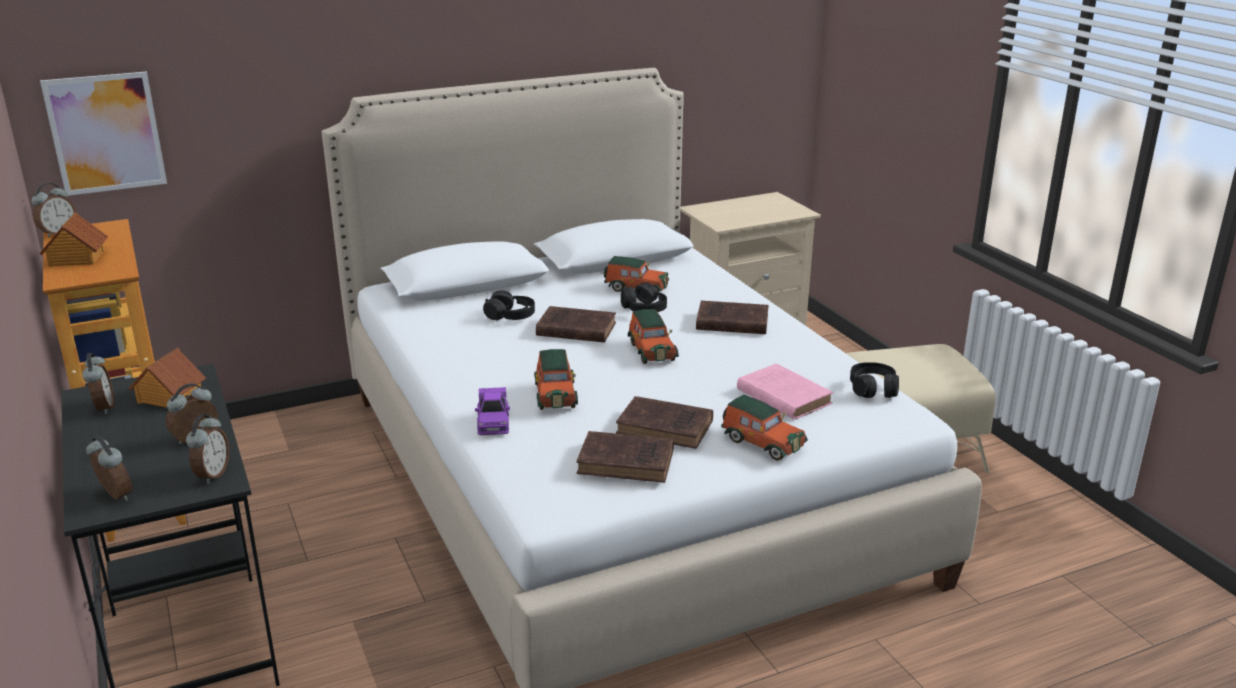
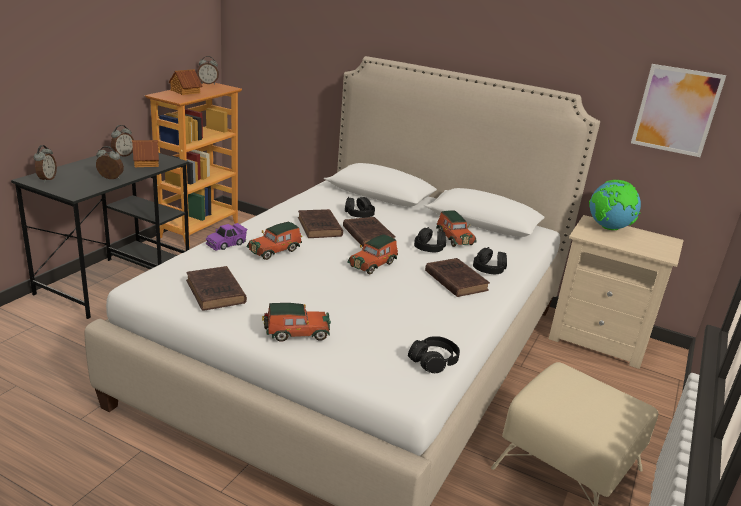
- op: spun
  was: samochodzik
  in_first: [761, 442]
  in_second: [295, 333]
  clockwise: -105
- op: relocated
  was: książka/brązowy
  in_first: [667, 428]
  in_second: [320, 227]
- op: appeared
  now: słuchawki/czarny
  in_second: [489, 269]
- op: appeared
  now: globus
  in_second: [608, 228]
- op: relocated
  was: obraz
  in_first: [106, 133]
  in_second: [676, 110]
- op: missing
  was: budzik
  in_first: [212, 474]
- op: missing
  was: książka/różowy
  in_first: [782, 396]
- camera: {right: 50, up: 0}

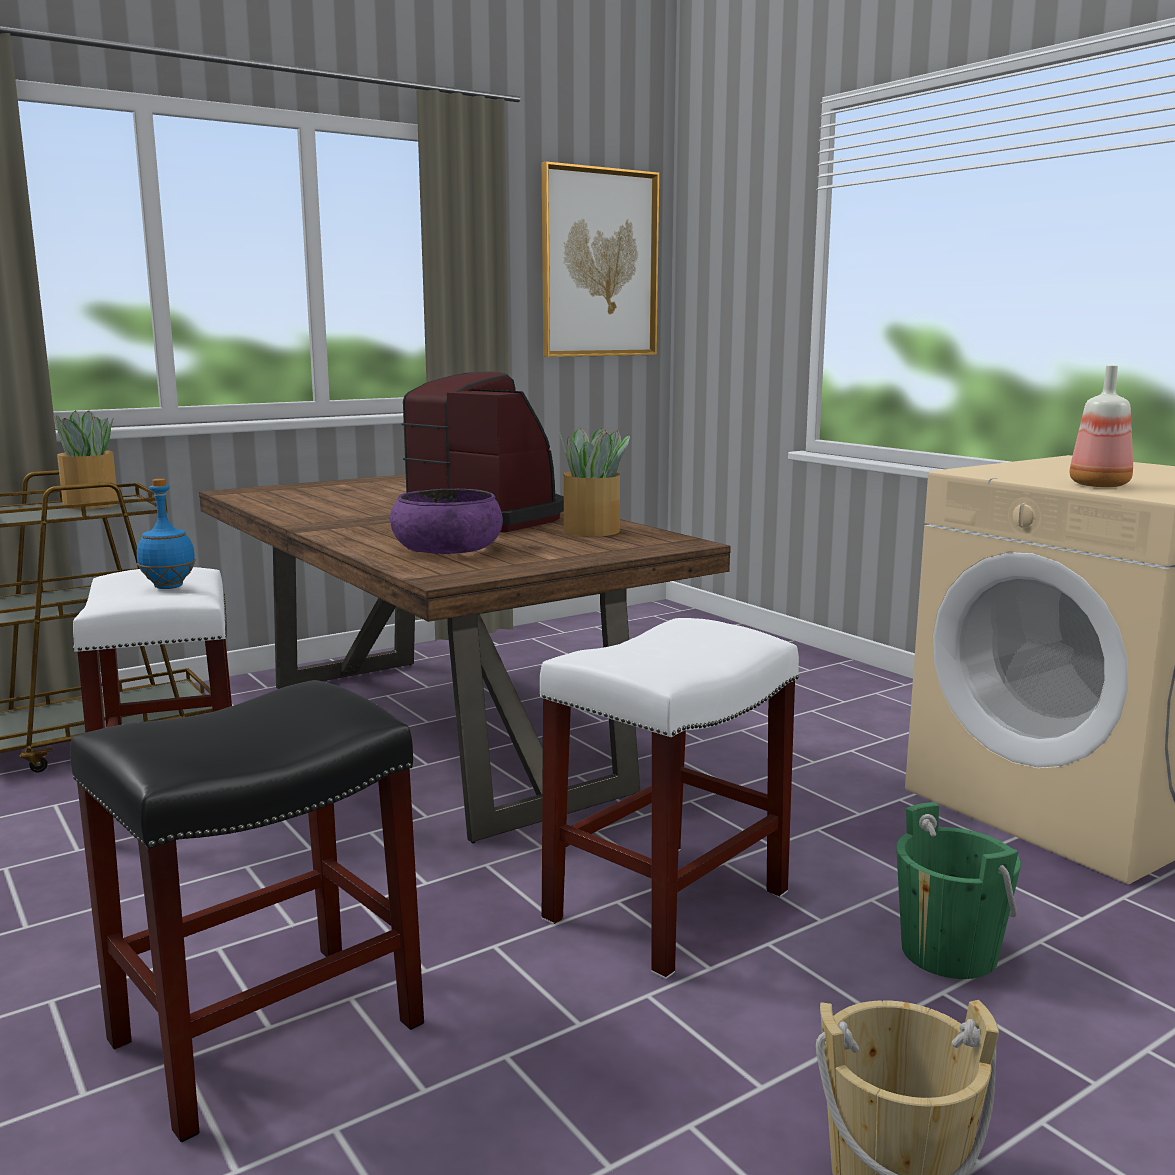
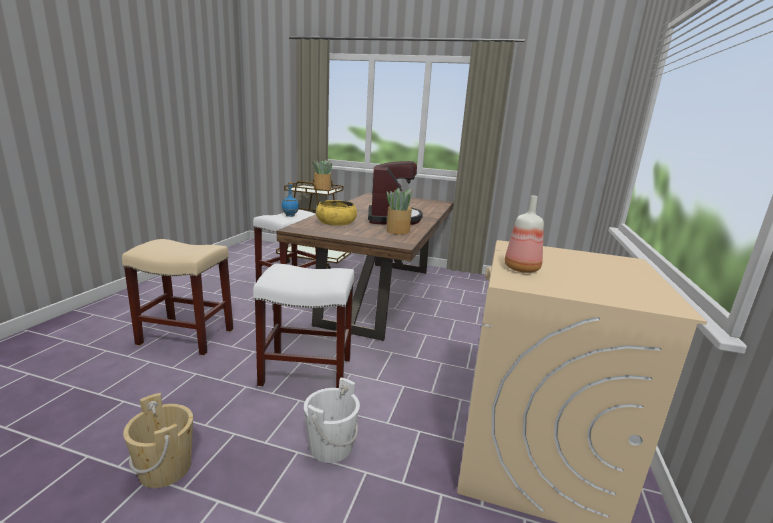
- op: colour
  was: stołek/czarny
  now: stołek/beżowy
  in_first: [269, 1030]
  in_second: [187, 337]
- op: colour
  was: wiadro/zielony
  now: wiadro/biały
  in_first: [949, 953]
  in_second: [330, 446]
- op: colour
  was: miska/fioletowy
  now: miska/żółty
  in_first: [448, 548]
  in_second: [336, 223]
- op: missing
  was: obraz
  in_first: [599, 263]
- camera: {right: 50, up: 5}

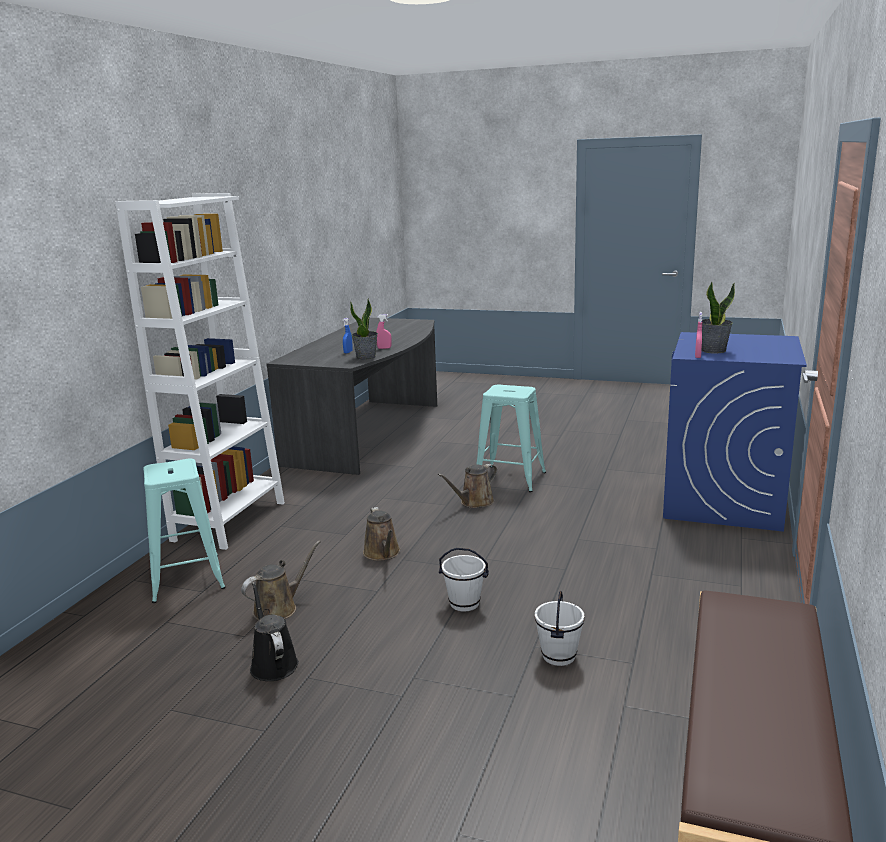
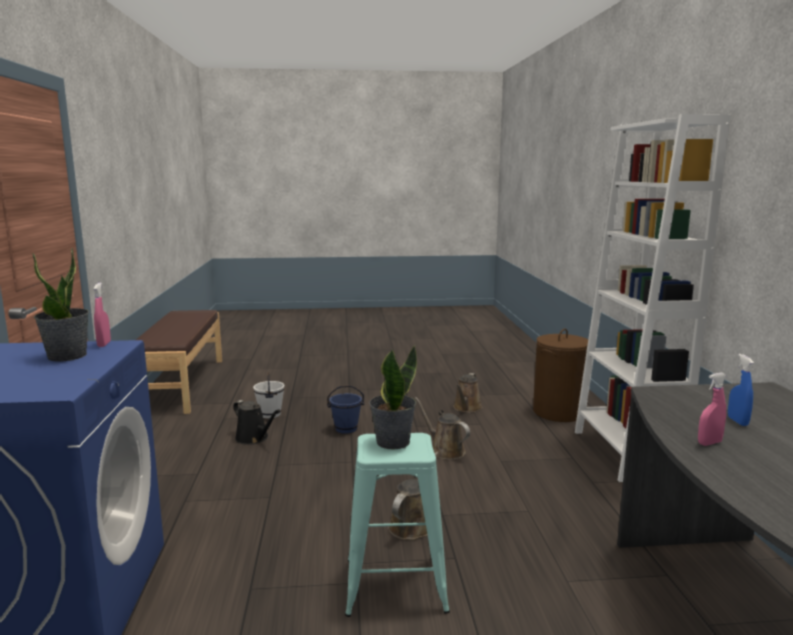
- op: relocated
  was: konewka/czarny
  in_first: [273, 663]
  in_second: [254, 438]
- op: colour
  was: wiadro/biały
  now: wiadro/niebieski
  in_first: [464, 603]
  in_second: [346, 429]
- op: relocated
  was: roślina doniczkowa
  in_first: [366, 357]
  in_second: [392, 442]
- op: exchanged
  was: stołek/turkusowy
  now: kosz na pranie/brązowy
  in_first: [186, 578]
  in_second: [559, 412]
- camera: {right: 155, up: -5}

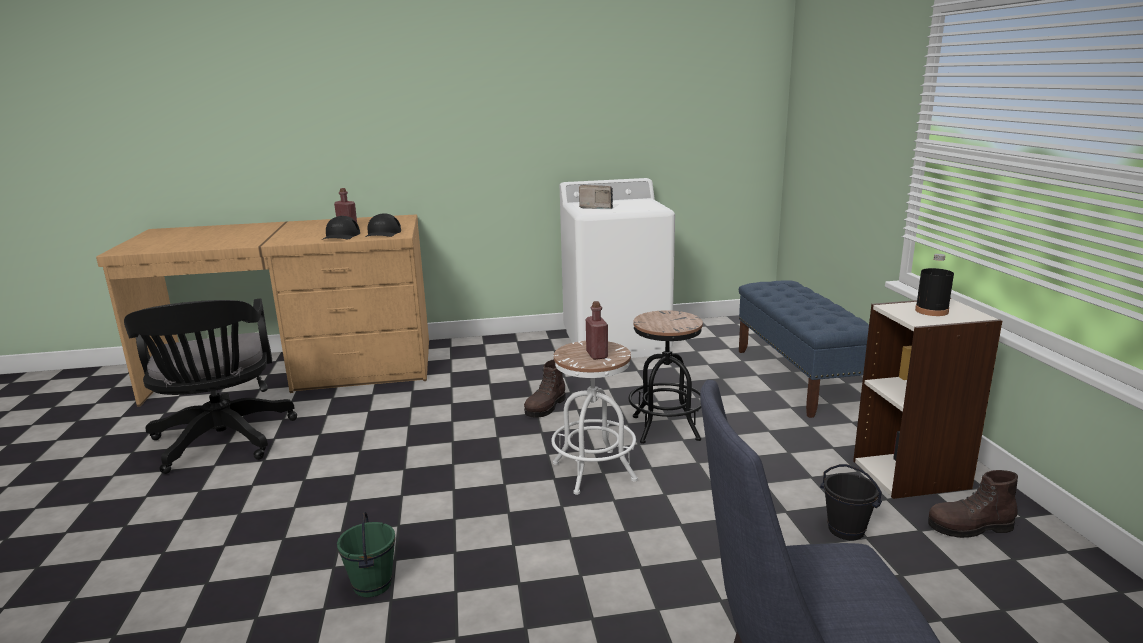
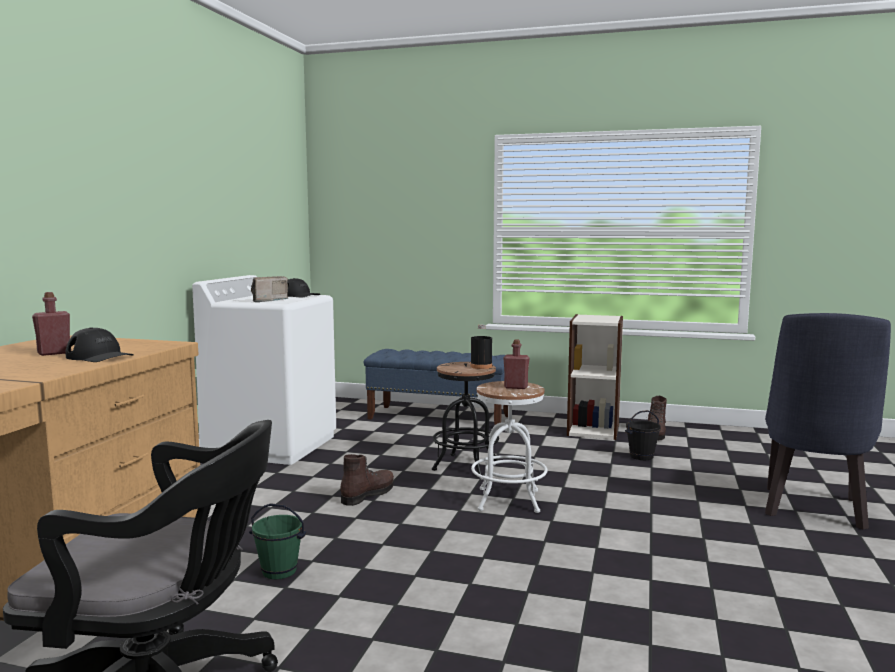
- op: relocated
  was: wiadro/zielony
  in_first: [373, 585]
  in_second: [279, 571]
- op: relocated
  was: czapka z daszkiem/czarny
  in_first: [383, 233]
  in_second: [299, 295]
- op: spun
  was: but z cholewką/brązowy
  in_first: [545, 407]
  in_second: [367, 494]
  clockwise: -105
- op: relocated
  was: butelka/czarny
  in_first: [931, 311]
  in_second: [481, 366]
- camera: {right: -65, up: -10}

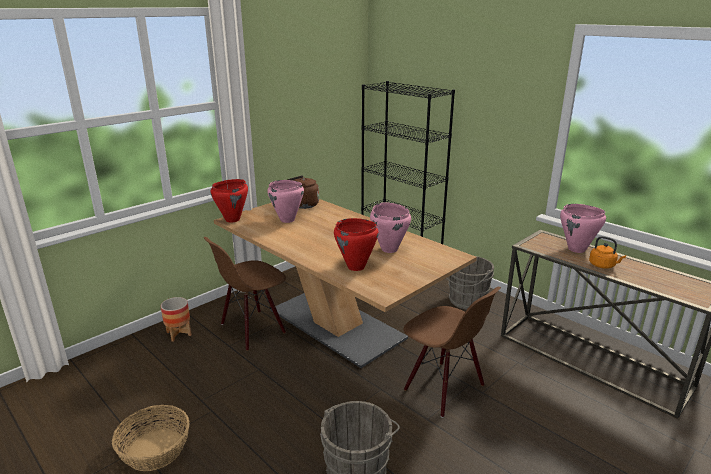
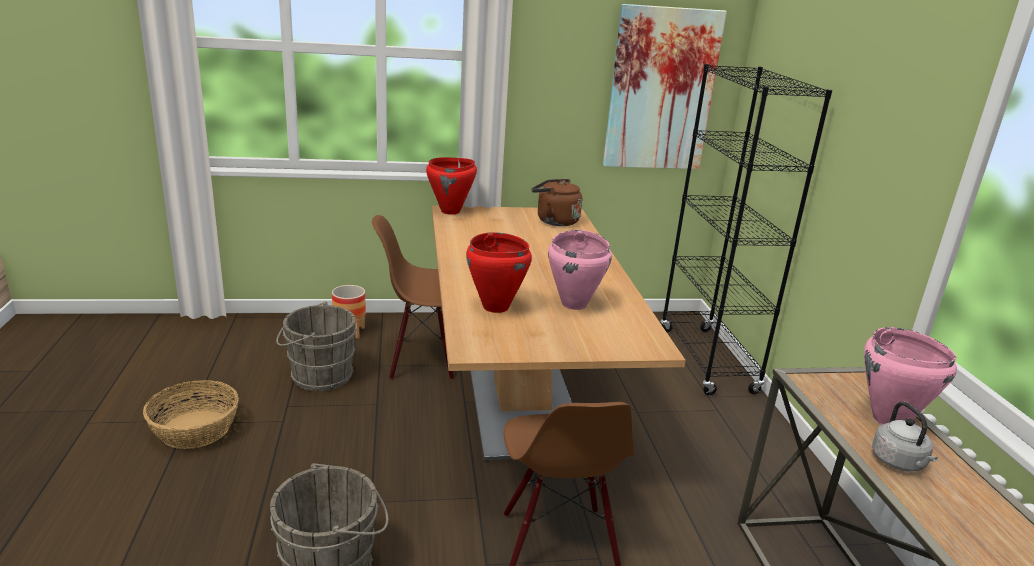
- op: relocated
  was: wiadro/szary
  in_first: [466, 301]
  in_second: [318, 376]
- op: appeared
  now: obraz
  in_second: [661, 90]
- op: colour
  was: czajnik/pomarańczowy
  now: czajnik/szary
  in_first: [603, 265]
  in_second: [899, 463]
- op: missing
  was: garnek/różowy
  in_first: [287, 220]
- camera: {right: 35, up: 0}

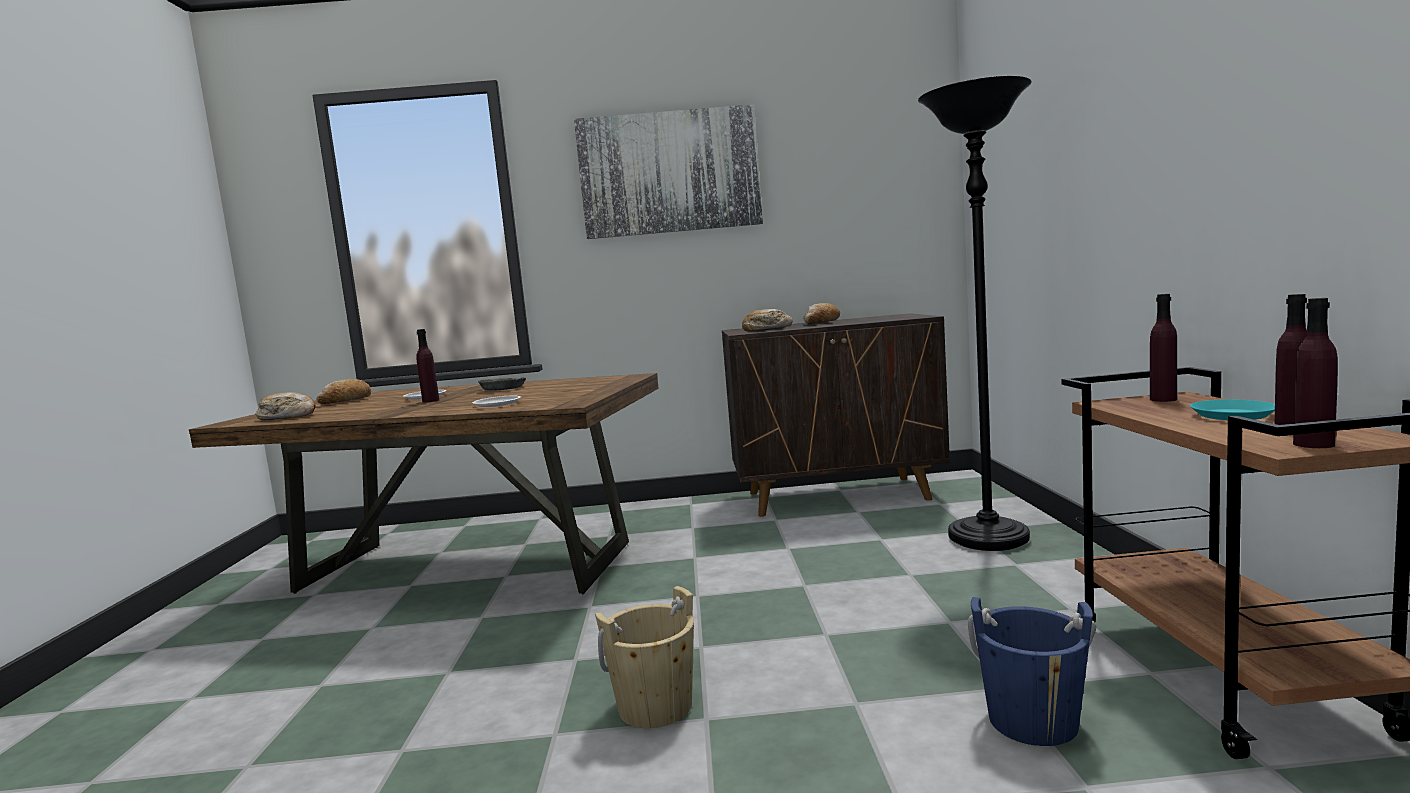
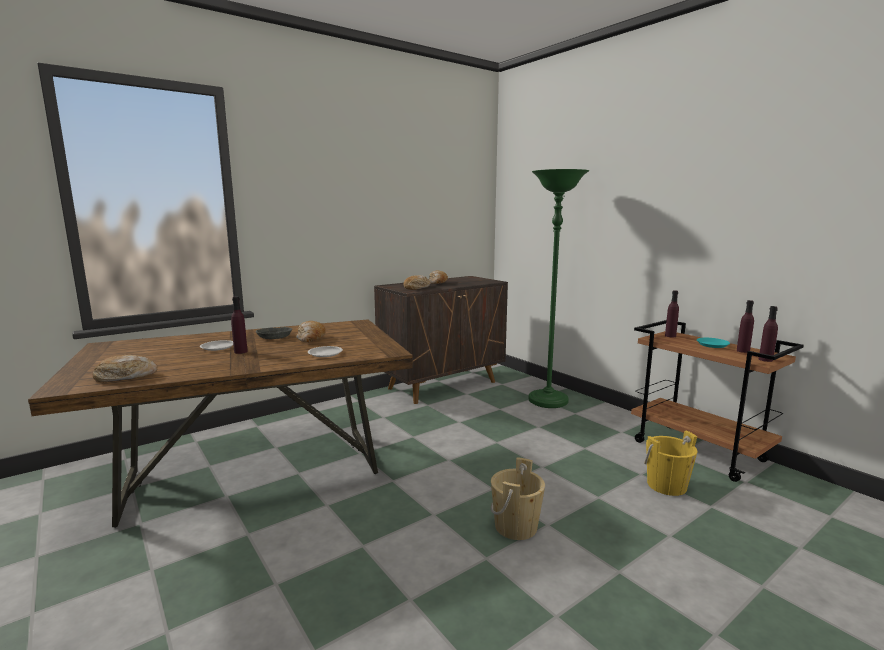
- op: relocated
  was: chleb
  in_first: [346, 401]
  in_second: [310, 338]
- op: colour
  was: lampa stojąca/czarny
  now: lampa stojąca/zielony
  in_first: [988, 539]
  in_second: [548, 401]
- op: colour
  was: wiadro/niebieski
  now: wiadro/żółty
  in_first: [1032, 721]
  in_second: [666, 485]
- op: missing
  was: obraz
  in_first: [669, 173]
- camera: {right: -35, up: 5}

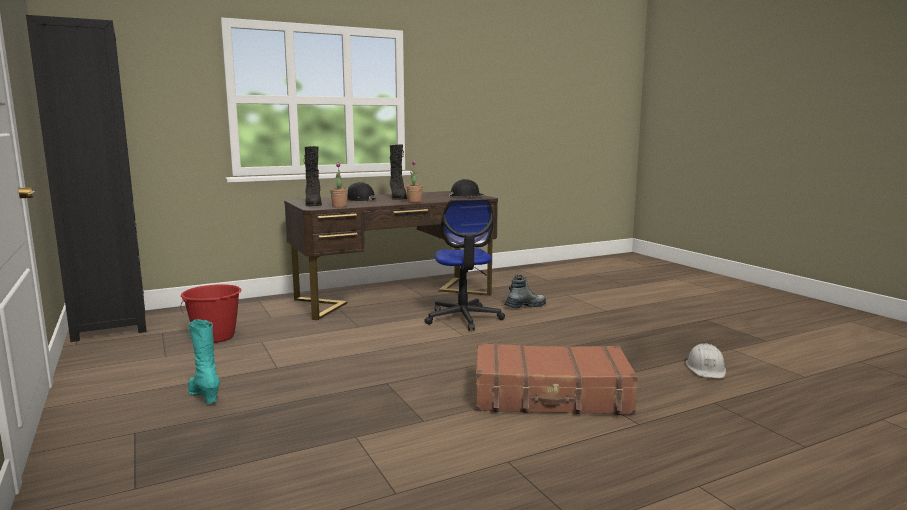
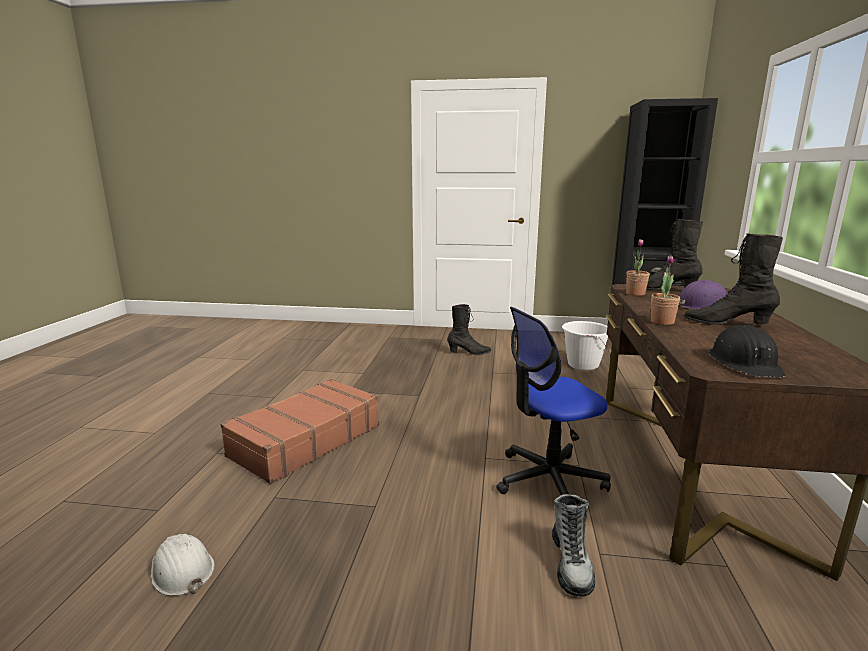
- op: colour
  was: but z cholewką/turkusowy
  now: but z cholewką/czarny
  in_first: [204, 395]
  in_second: [469, 353]
- op: spun
  was: krzesło biurowe
  in_first: [463, 318]
  in_second: [549, 480]
  clockwise: -45
- op: colour
  was: wiadro/czerwony
  now: wiadro/biały
  in_first: [215, 337]
  in_second: [583, 365]
- op: colour
  was: kask/czarny
  now: kask/fioletowy
  in_first: [359, 200]
  in_second: [703, 306]
- camera: {right: 125, up: 5}

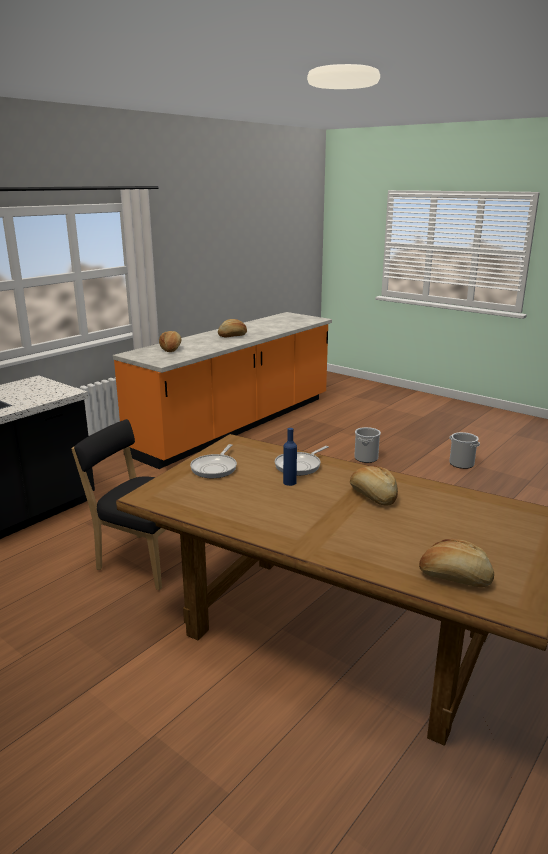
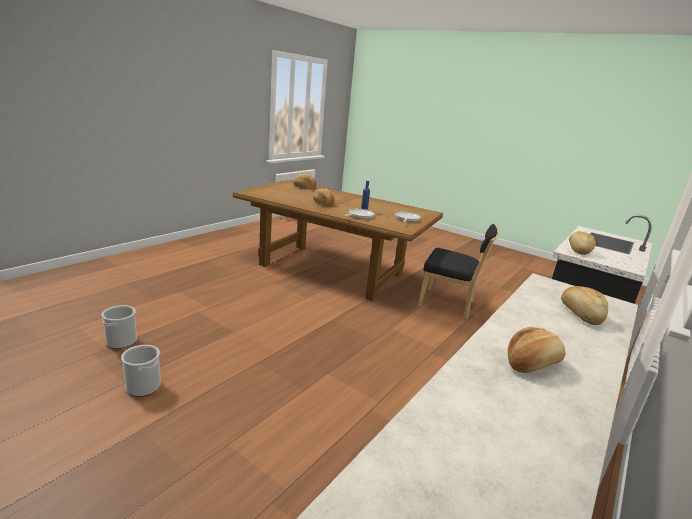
- op: relocated
  was: wiadro
  in_first: [366, 458]
  in_second: [121, 341]
- op: appeared
  now: chleb
  in_second: [578, 250]
- camera: {right: 175, up: 0}

